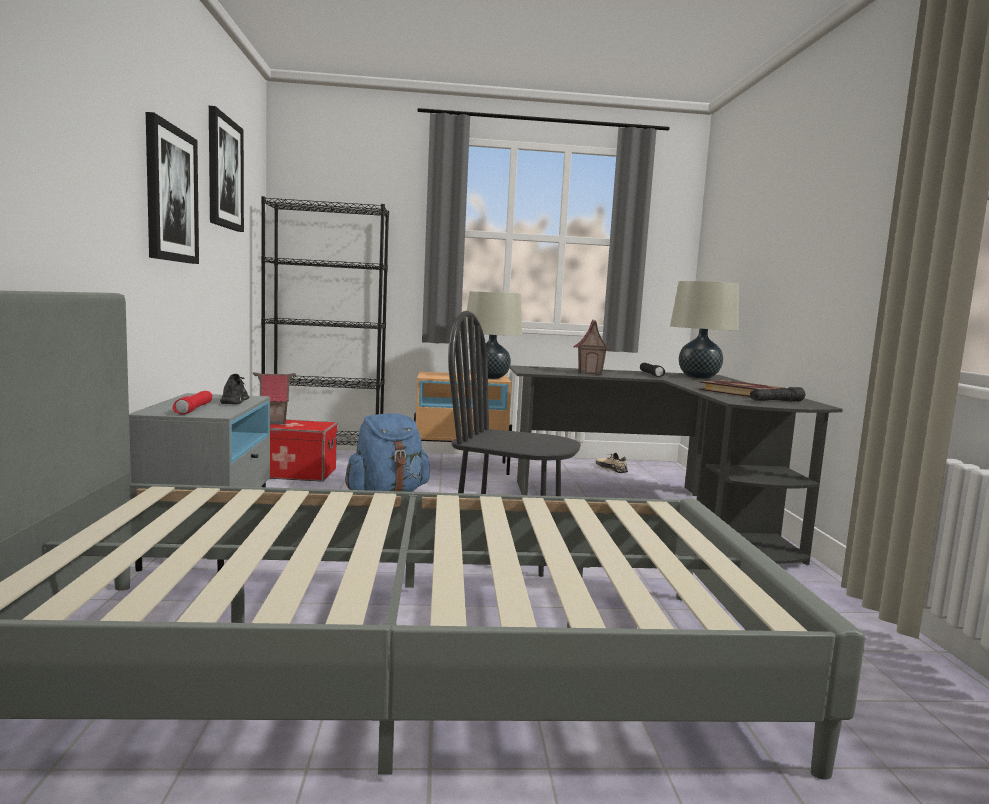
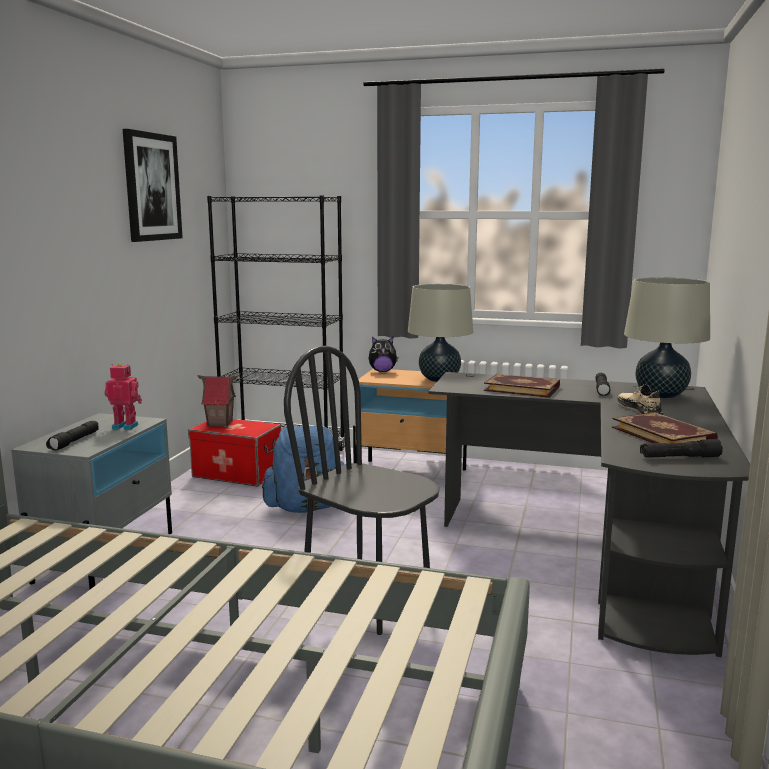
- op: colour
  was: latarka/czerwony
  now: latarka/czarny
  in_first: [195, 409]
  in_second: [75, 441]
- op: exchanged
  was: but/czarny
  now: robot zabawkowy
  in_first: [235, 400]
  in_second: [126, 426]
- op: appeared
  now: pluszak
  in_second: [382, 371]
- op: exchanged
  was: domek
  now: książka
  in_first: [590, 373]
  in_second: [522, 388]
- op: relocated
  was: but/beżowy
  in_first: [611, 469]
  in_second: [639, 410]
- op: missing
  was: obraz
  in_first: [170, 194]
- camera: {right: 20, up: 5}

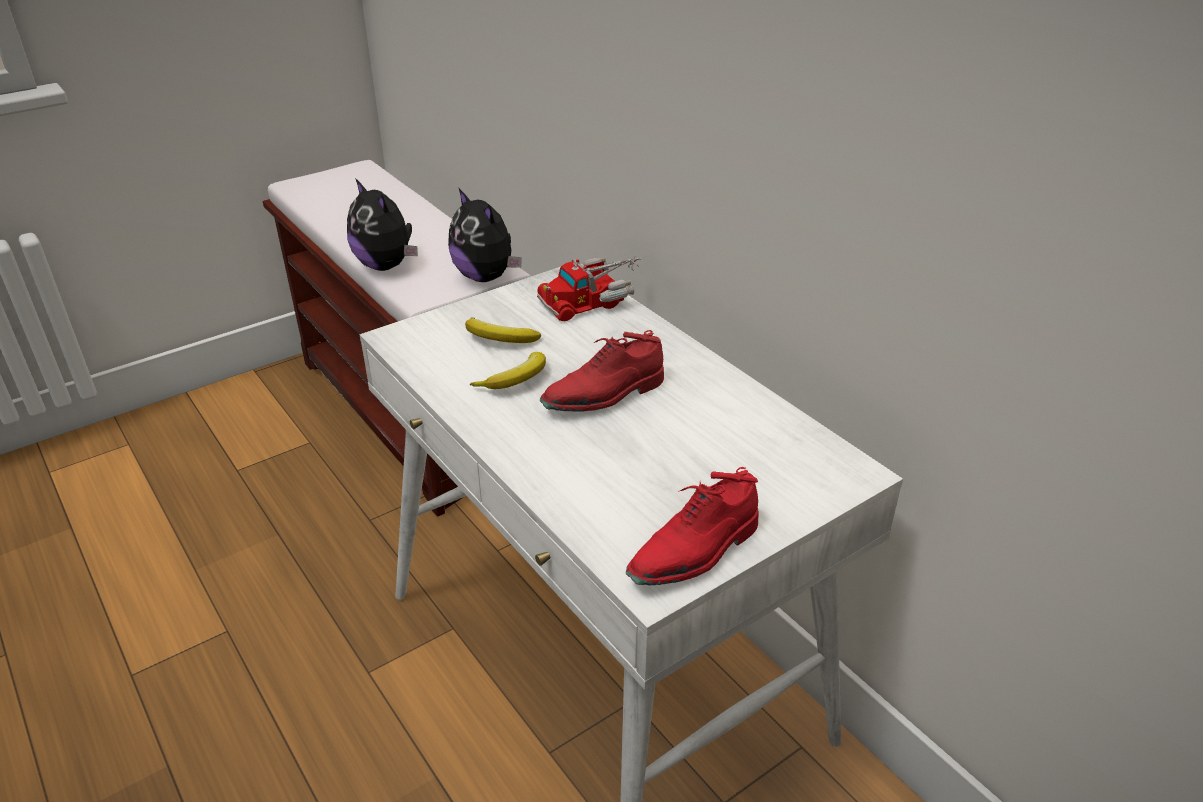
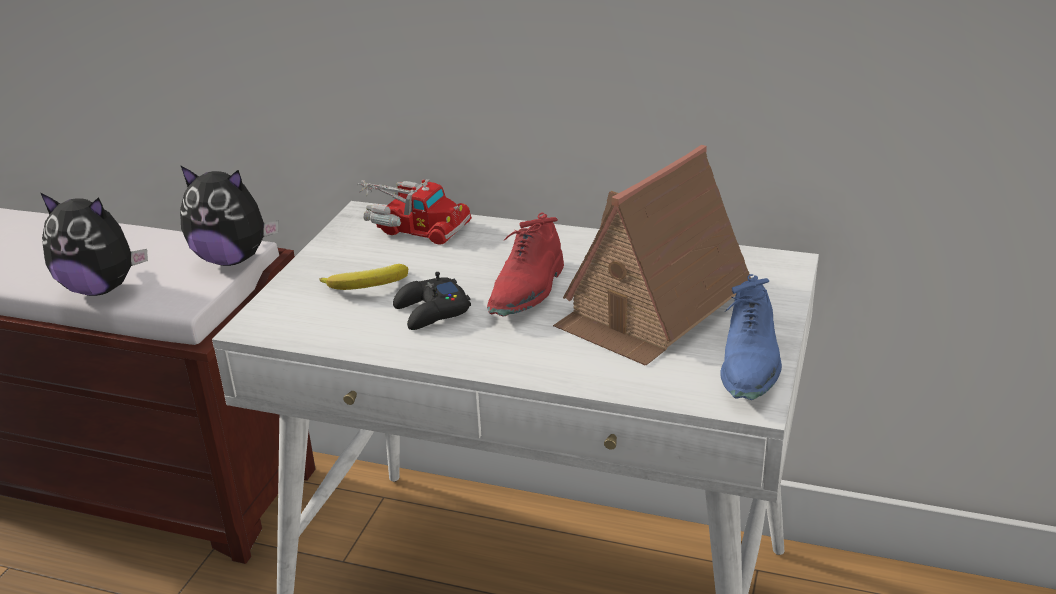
- op: spun
  was: ciężarówka zabawkowa
  in_first: [592, 299]
  in_second: [411, 225]
  clockwise: -90
- op: exchanged
  was: banan
  now: pad do gier/czarny
  in_first: [516, 380]
  in_second: [431, 311]
- op: appeared
  now: domek
  in_second: [651, 308]
- op: colour
  was: but/czerwony
  now: but/niebieski
  in_first: [695, 552]
  in_second: [750, 365]
- camera: {right: -35, up: -5}

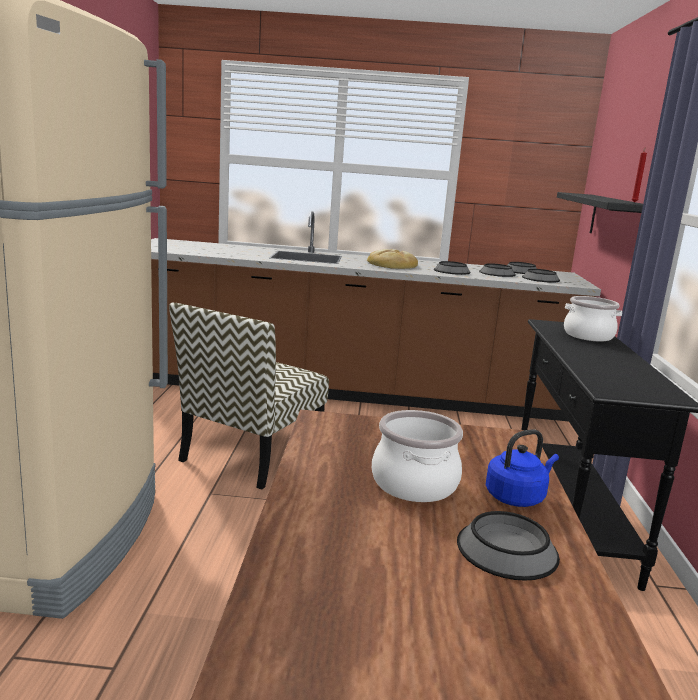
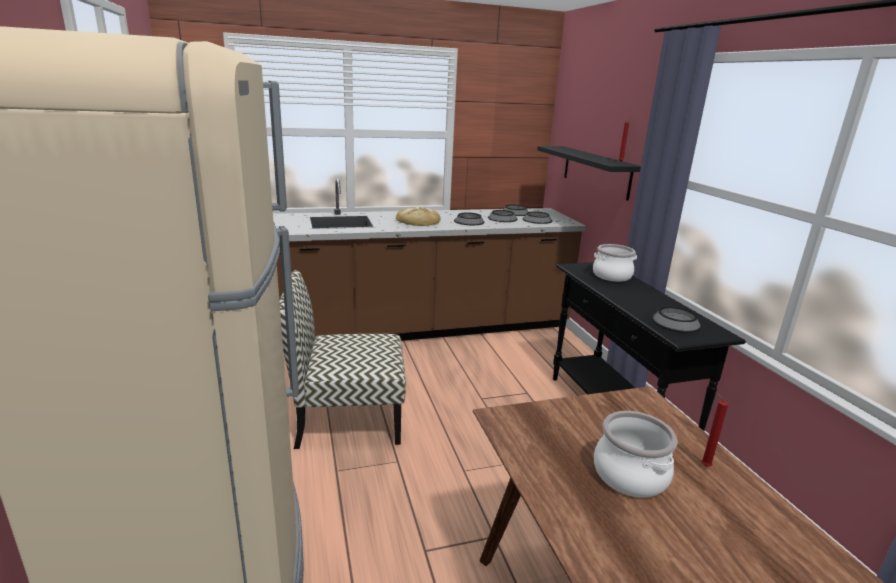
- op: spun
  was: krzesło
  in_first: [251, 455]
  in_second: [347, 419]
  clockwise: 75
- op: relocated
  was: miska
  in_first: [507, 549]
  in_second: [676, 322]
- op: exchanged
  was: czajnik/niebieski
  now: świeca/czerwony
  in_first: [517, 497]
  in_second: [703, 465]
- camera: {right: -20, up: 5}

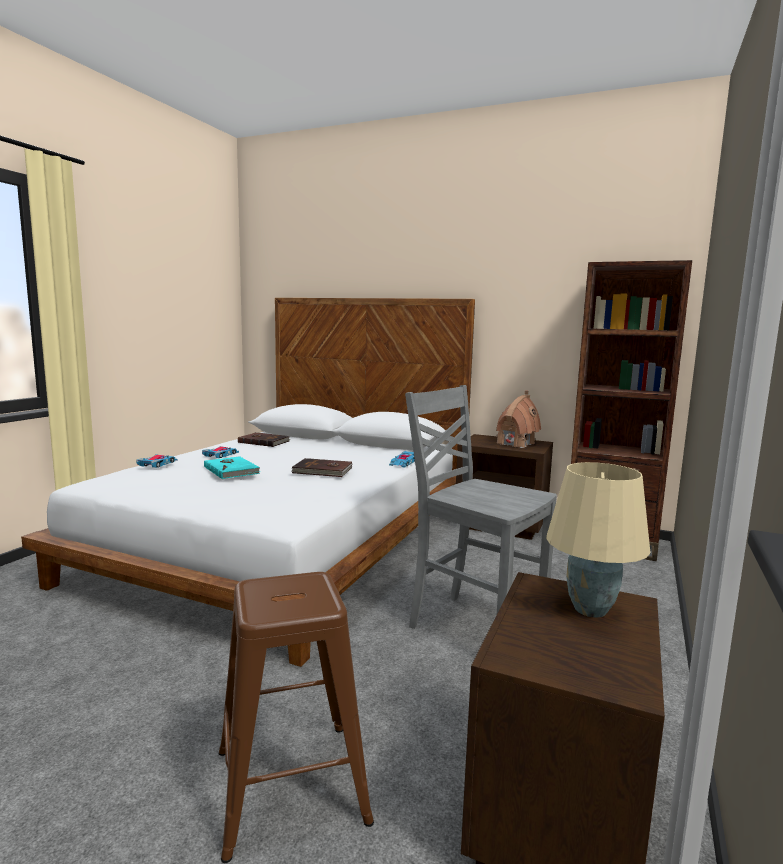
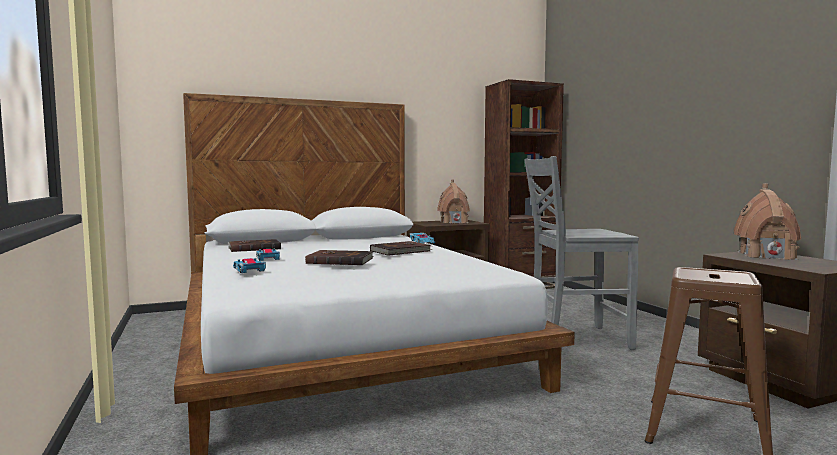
- op: colour
  was: książka/turkusowy
  now: książka/brązowy
  in_first: [232, 470]
  in_second: [339, 260]
- op: exchanged
  was: lampa stołowa/beżowy
  now: domek
  in_first: [589, 609]
  in_second: [766, 256]
- camera: {right: -45, up: -5}

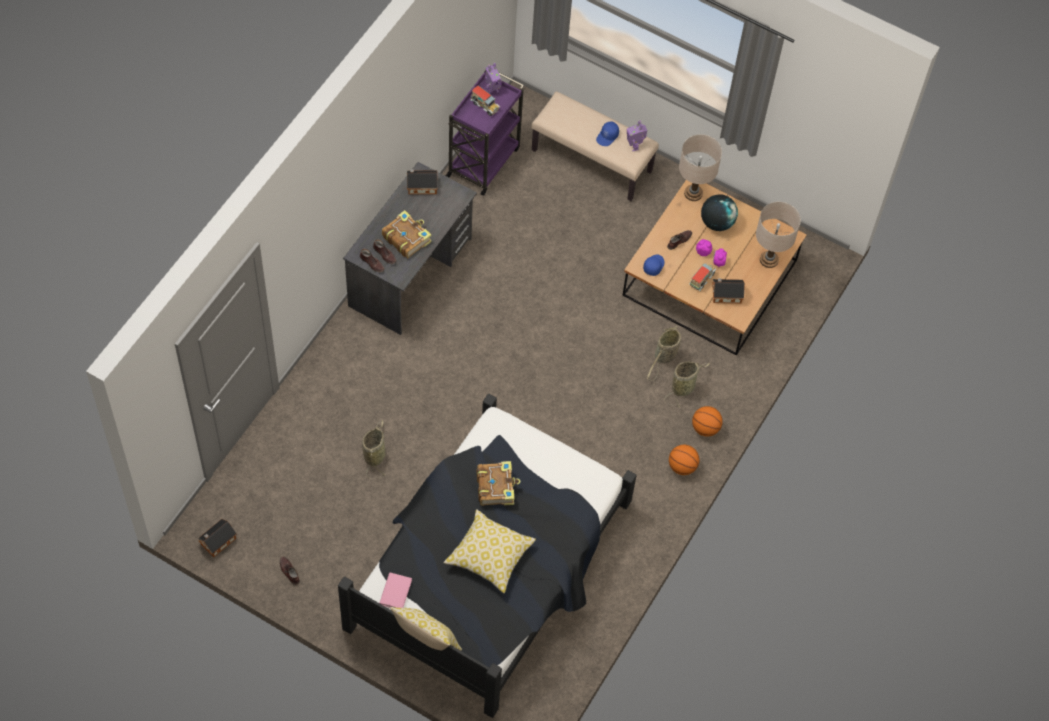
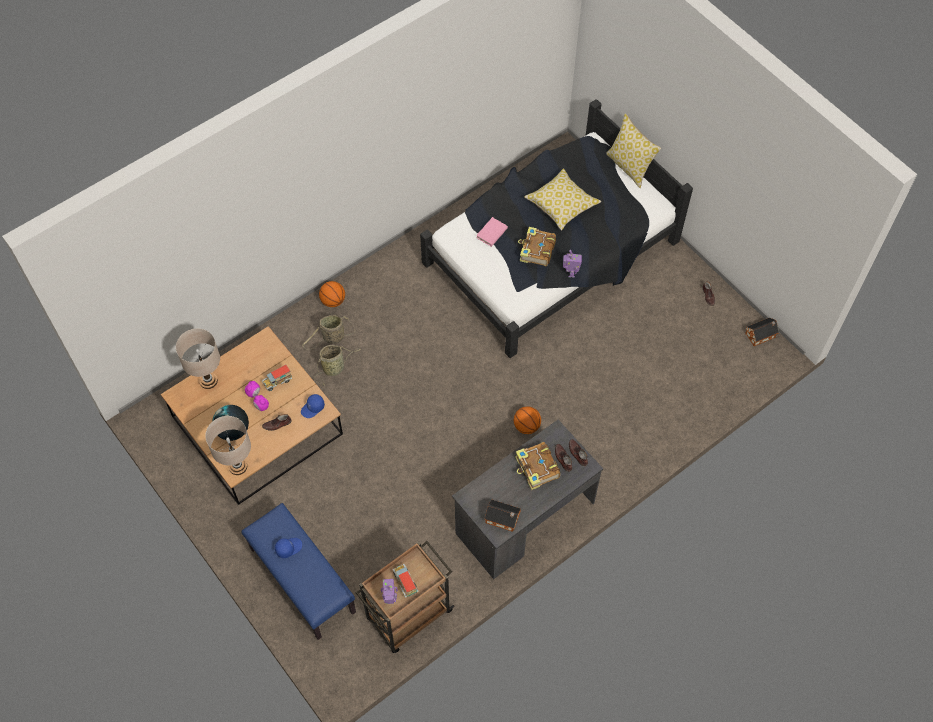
- op: colour
  was: ławka/beżowy
  now: ławka/niebieski
  in_first: [592, 160]
  in_second: [301, 580]
- op: colour
  was: wózek/fioletowy
  now: wózek/brązowy
  in_first: [484, 161]
  in_second: [408, 616]
- op: relocated
  was: książka/różowy
  in_first: [395, 592]
  in_second: [492, 233]
- op: relocated
  was: piłka do koszykówki
  in_first: [682, 466]
  in_second: [526, 426]
- op: relocated
  was: robot zabawkowy
  in_first: [634, 146]
  in_second: [570, 273]
- op: missing
  was: koszyk
  in_first: [375, 455]
- op: missing
  was: domek
  in_first: [725, 294]
- camera: {right: -155, up: 0}

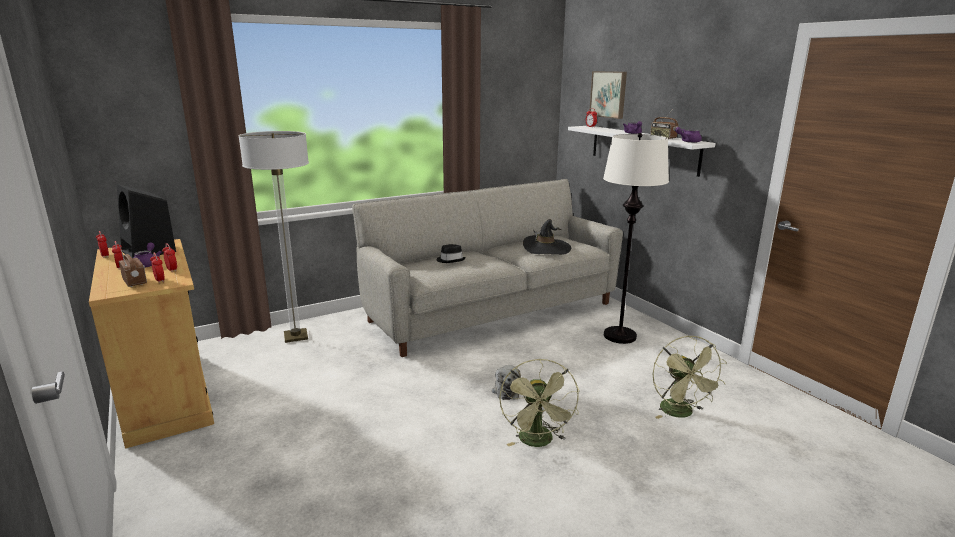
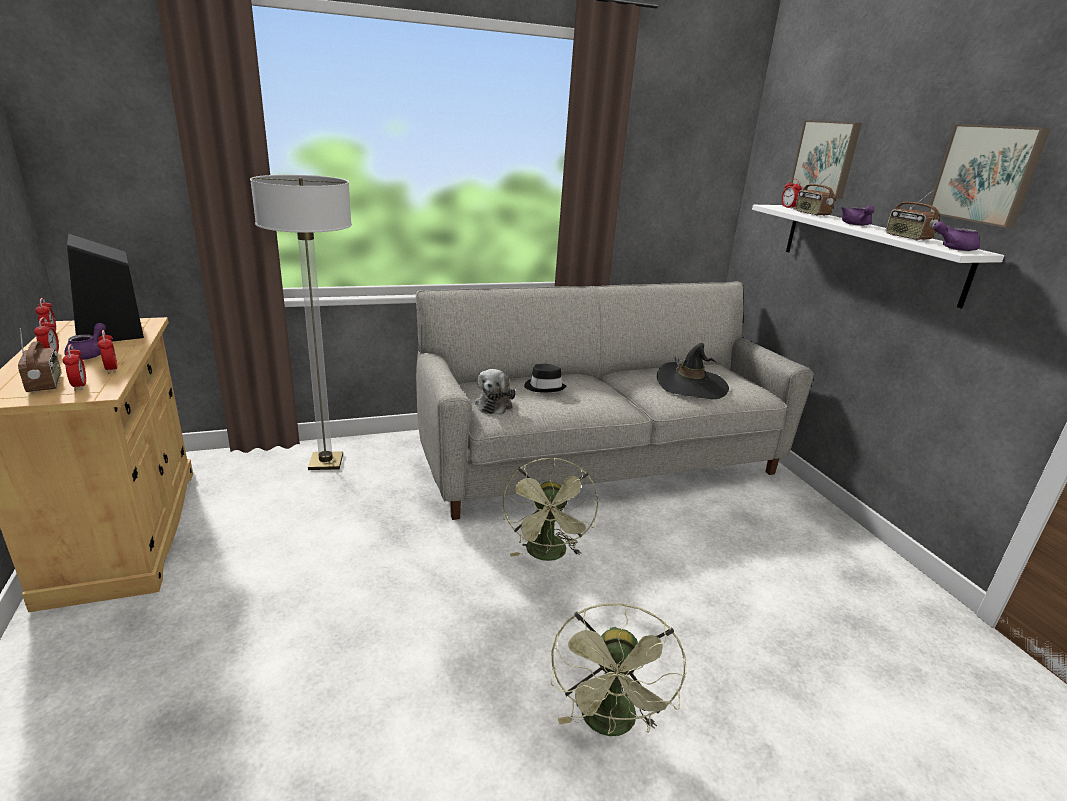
- op: relocated
  was: pluszak
  in_first: [506, 390]
  in_second: [494, 404]
- op: relocated
  was: wentylator/zielony
  in_first: [681, 413]
  in_second: [548, 555]
- op: appeared
  now: radio
  in_second: [811, 214]
- op: appeared
  now: obraz
  in_second: [987, 174]
- op: missing
  was: lampa stojąca/biały
  in_first: [620, 336]
- camera: {right: 10, up: 5}

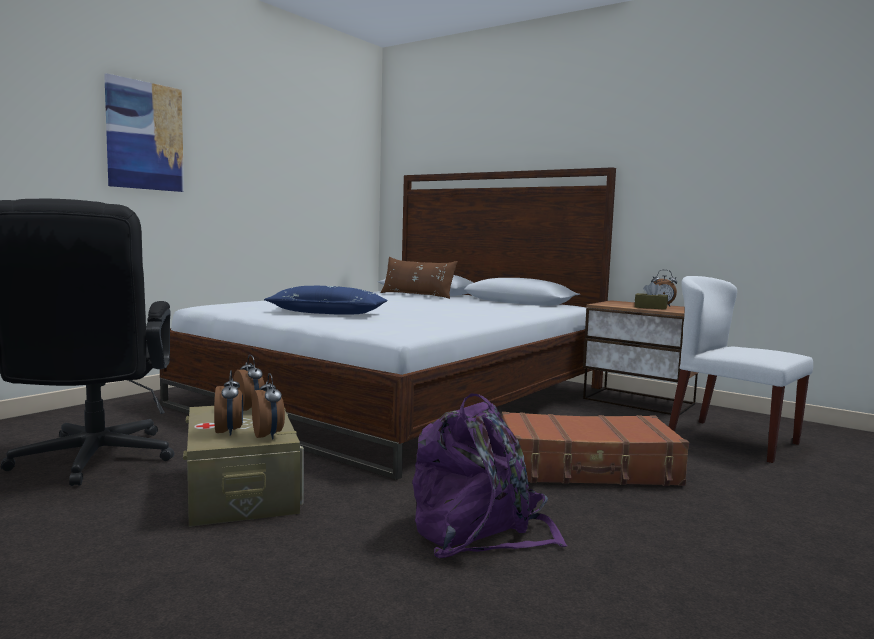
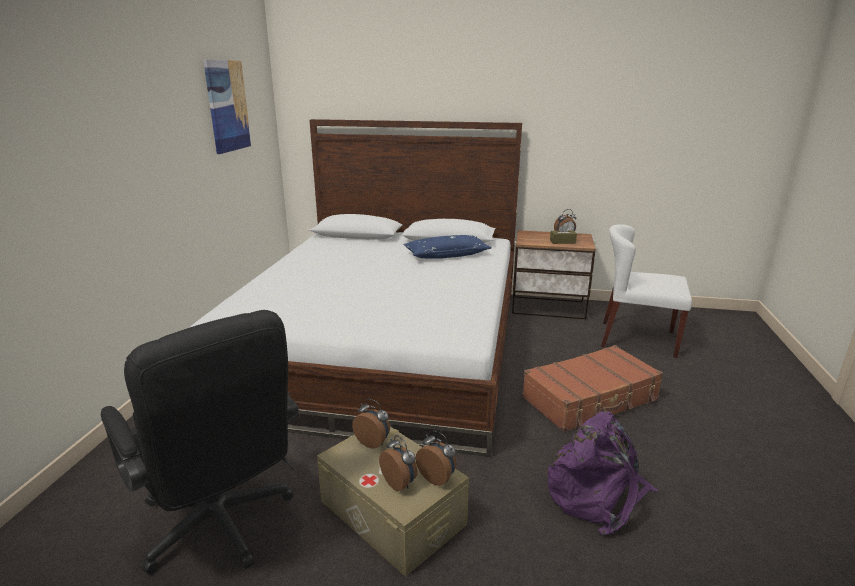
- op: relocated
  was: obraz
  in_first: [145, 136]
  in_second: [227, 106]
- op: relocated
  was: poduszka/niebieski
  in_first: [327, 313]
  in_second: [447, 255]
- op: missing
  was: poduszka/brązowy
  in_first: [417, 295]
- camera: {right: -25, up: 15}

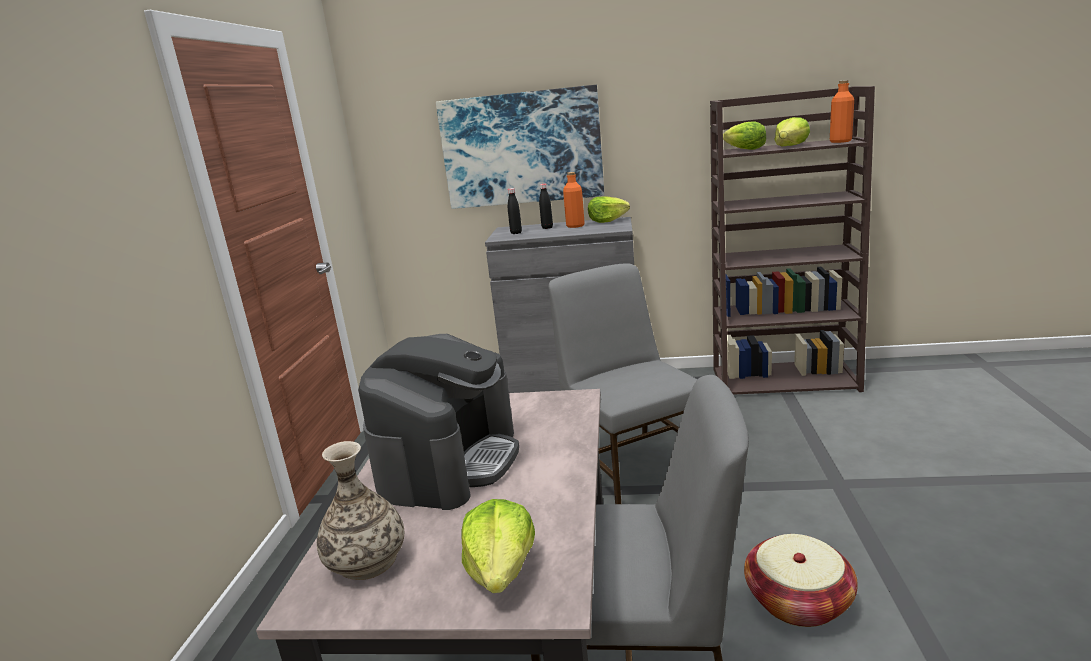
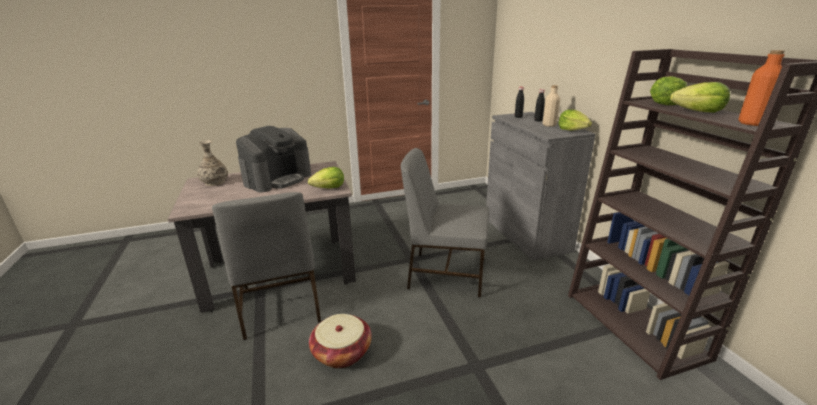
- op: spun
  was: ekspres do kawy
  in_first: [449, 461]
  in_second: [278, 179]
  clockwise: -45
- op: relocated
  was: sałata
  in_first: [501, 570]
  in_second: [329, 188]
- op: spun
  was: krzesło/szary
  in_first: [632, 467]
  in_second: [445, 273]
  clockwise: -120
- op: colour
  was: butelka/pomarańczowy
  now: butelka/beżowy
  in_first: [575, 226]
  in_second: [549, 125]
- op: missing
  was: obraz
  in_first: [521, 148]
- camera: {right: 65, up: 5}

